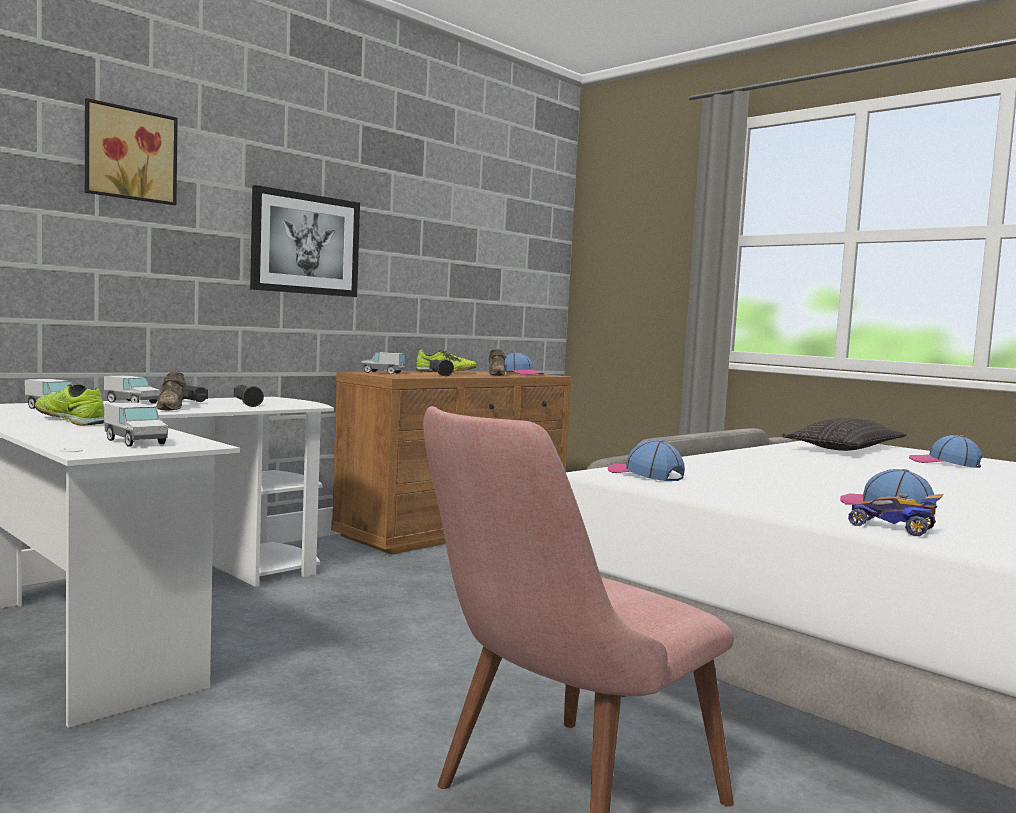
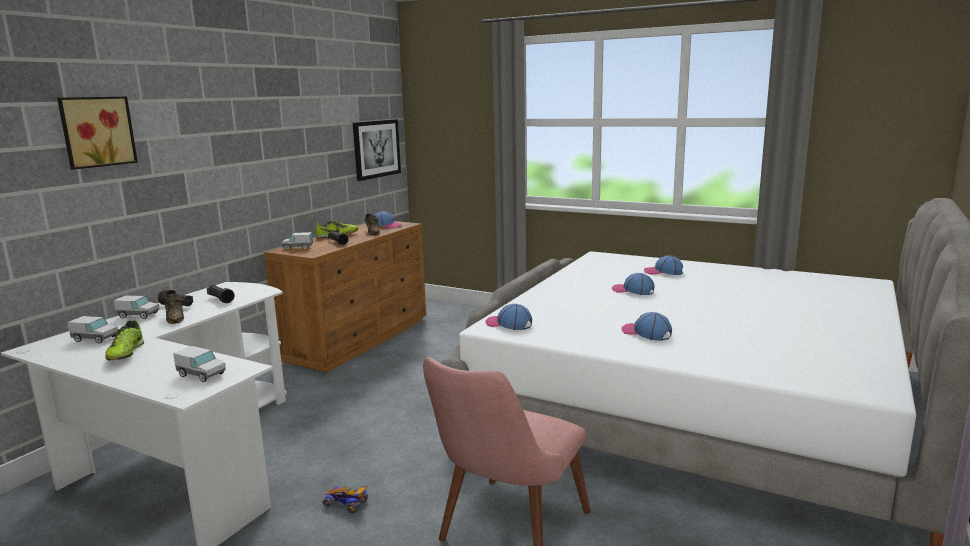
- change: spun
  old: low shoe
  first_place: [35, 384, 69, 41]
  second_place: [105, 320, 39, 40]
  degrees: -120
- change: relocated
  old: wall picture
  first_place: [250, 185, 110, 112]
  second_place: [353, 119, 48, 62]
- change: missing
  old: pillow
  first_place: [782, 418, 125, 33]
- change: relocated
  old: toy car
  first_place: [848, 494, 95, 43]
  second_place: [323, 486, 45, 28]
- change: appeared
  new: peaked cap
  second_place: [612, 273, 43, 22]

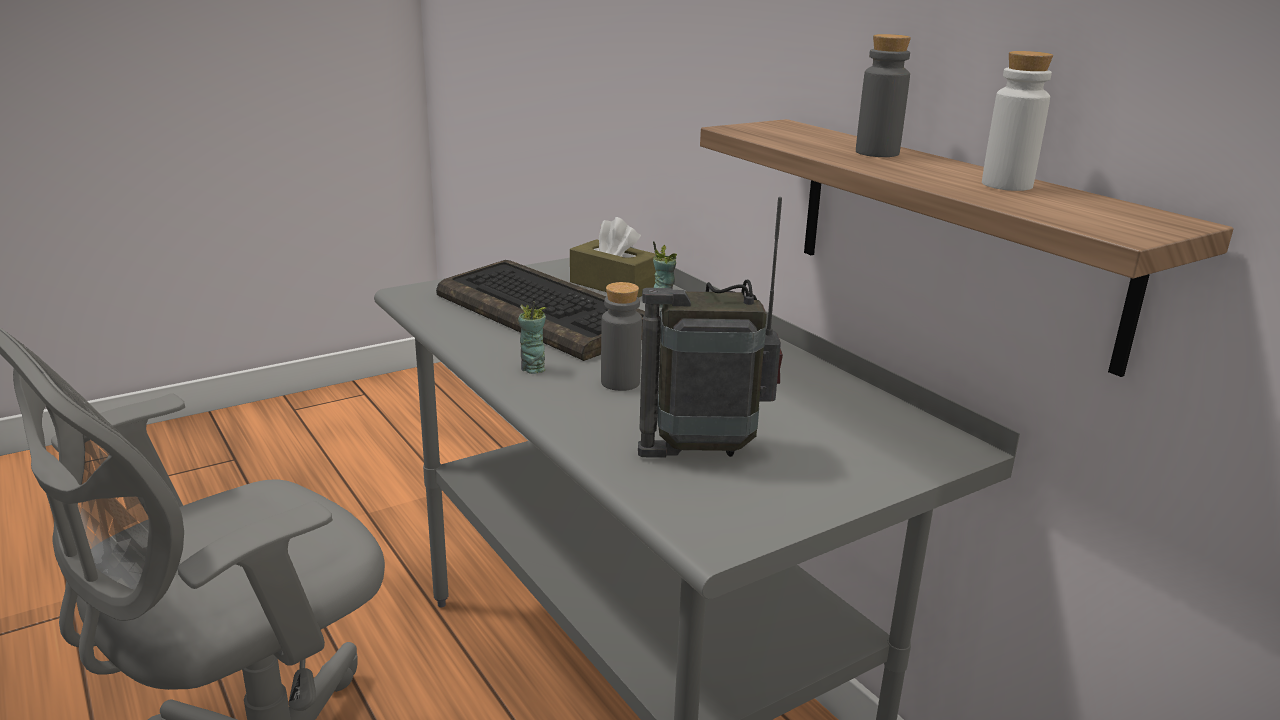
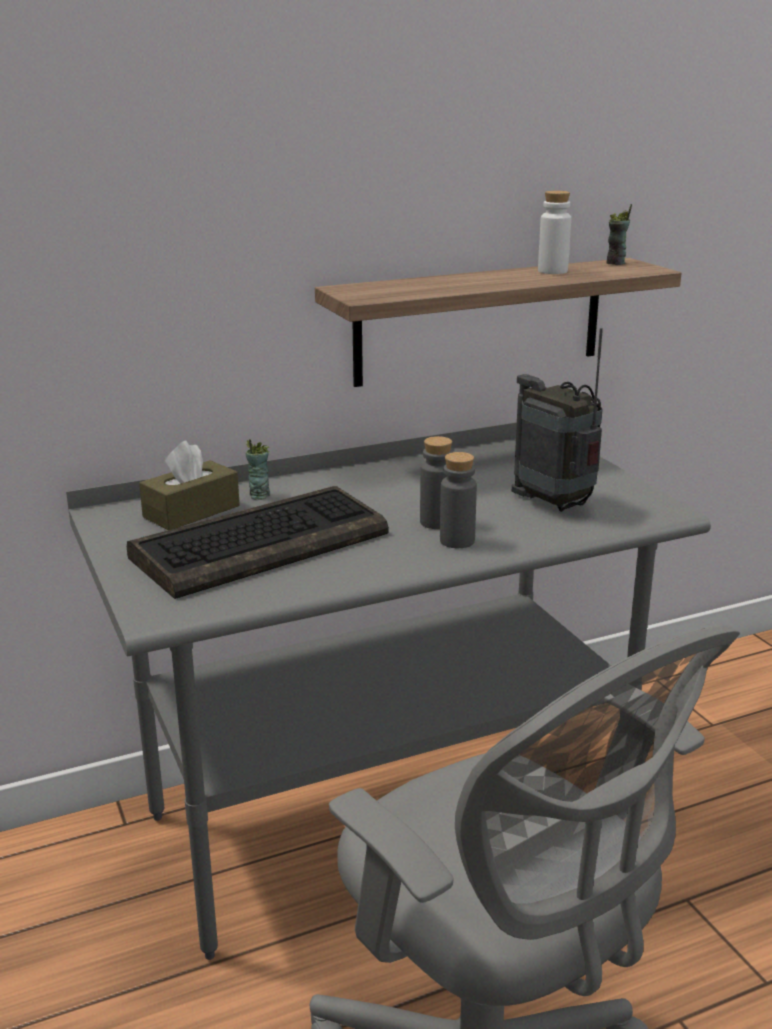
- change: relocated
  old: cup
  first_place: [518, 301, 29, 73]
  second_place: [606, 204, 26, 61]
- change: spun
  old: radio
  first_place: [638, 197, 145, 261]
  second_place: [512, 328, 91, 184]
  degrees: 135
- change: relocated
  old: gray bottle
  first_place: [856, 34, 55, 123]
  second_place: [440, 452, 37, 96]

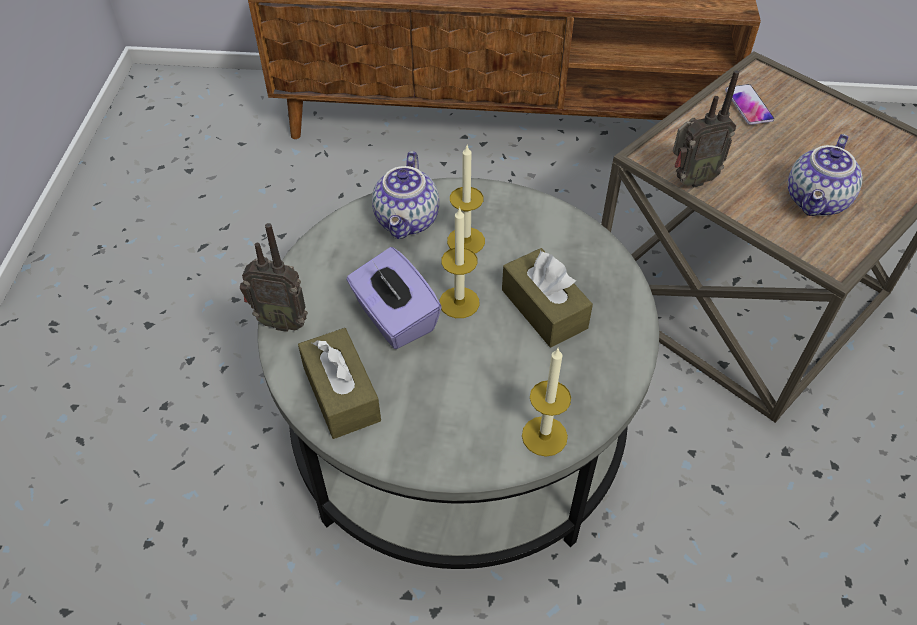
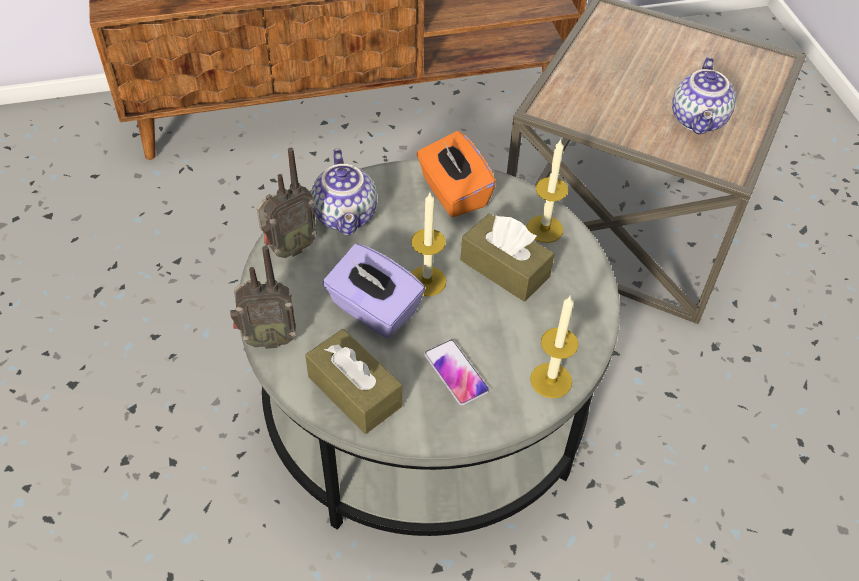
- change: relocated
  old: candle
  first_place: [447, 145, 38, 108]
  second_place: [527, 138, 41, 105]
- change: relocated
  old: radio
  first_place: [673, 70, 66, 118]
  second_place: [257, 148, 60, 110]
- change: relocated
  old: handset
  first_place: [725, 84, 49, 41]
  second_place: [424, 340, 65, 65]
- change: appeared
  new: orangey box of tissues
  second_place: [416, 131, 80, 86]

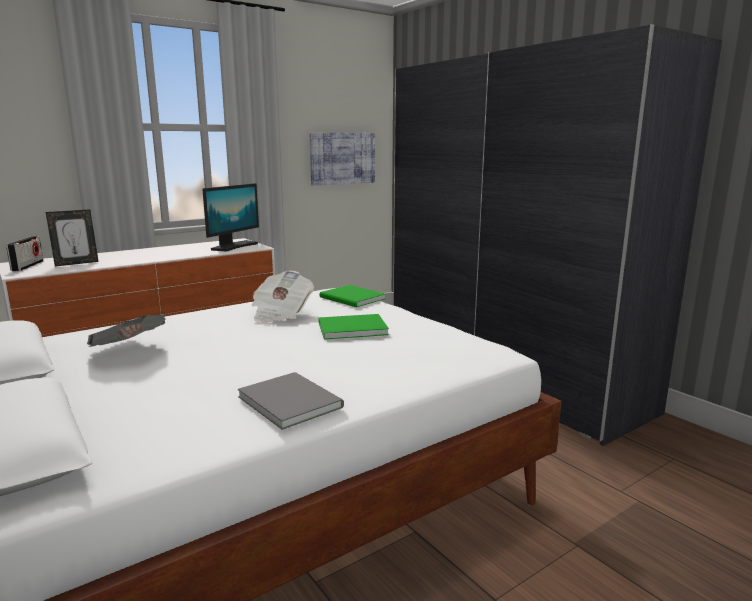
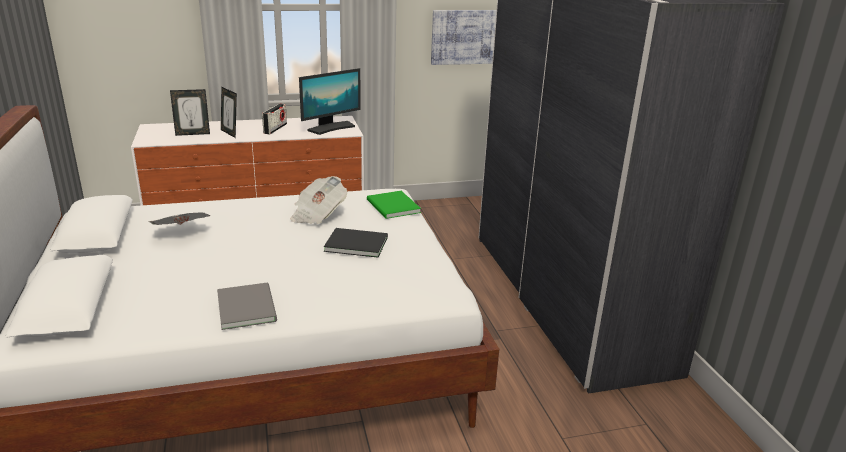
- change: relocated
  old: radio
  first_place: [6, 236, 37, 35]
  second_place: [262, 103, 25, 31]
- change: colour
  old: green-coloured bound book
  new: blackish bound book
  first_place: [318, 314, 71, 25]
  second_place: [324, 228, 64, 30]
- change: appeared
  new: standing frame
  second_place: [221, 87, 16, 51]

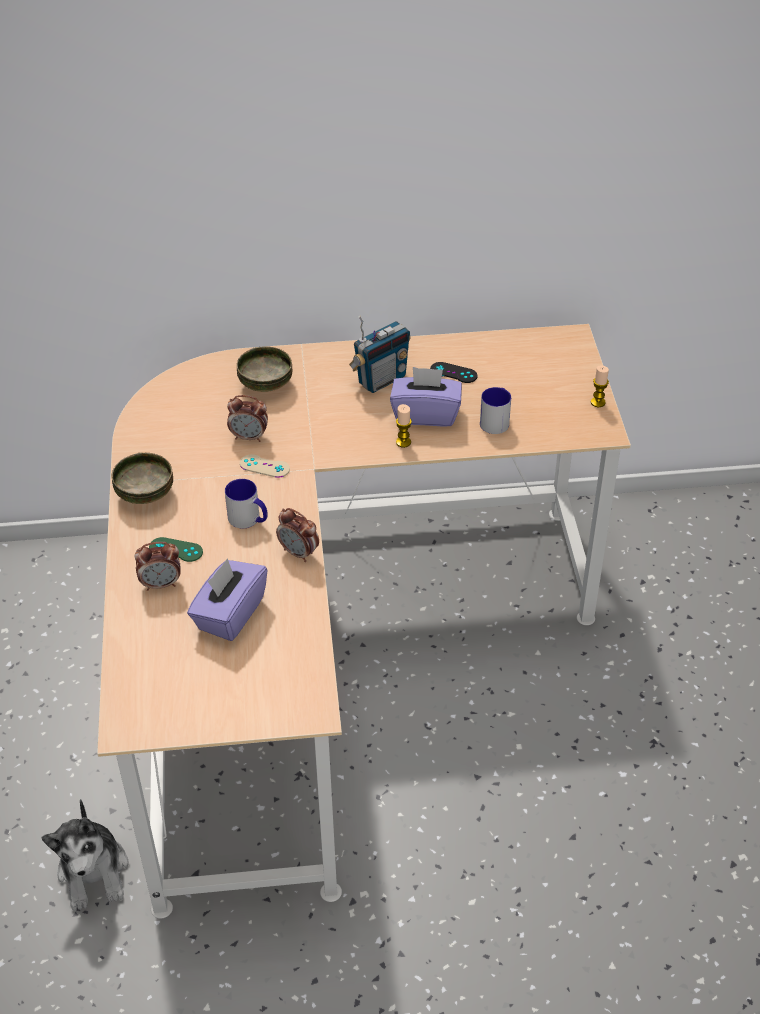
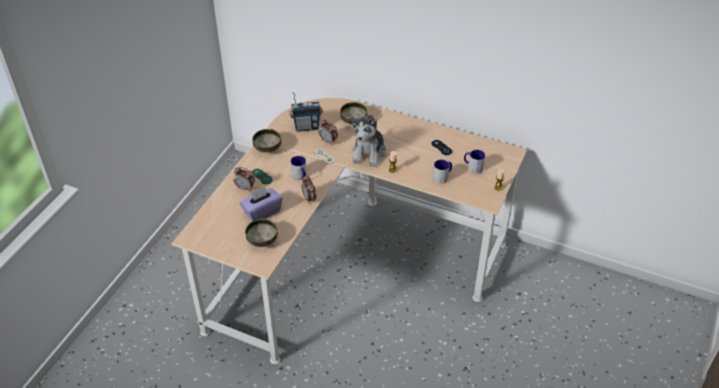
- change: relocated
  old: cuddly toy
  first_place: [42, 799, 87, 112]
  second_place: [350, 115, 36, 52]
- change: relocated
  old: radio
  first_place: [349, 316, 62, 77]
  second_place: [289, 92, 34, 40]
- change: missing
  old: purple-coloured box of tissues
  first_place: [390, 367, 72, 60]
- change: appeared
  new: serving bowl
  second_place: [245, 219, 33, 28]
- change: appeared
  new: tea mug
  second_place: [464, 150, 21, 23]

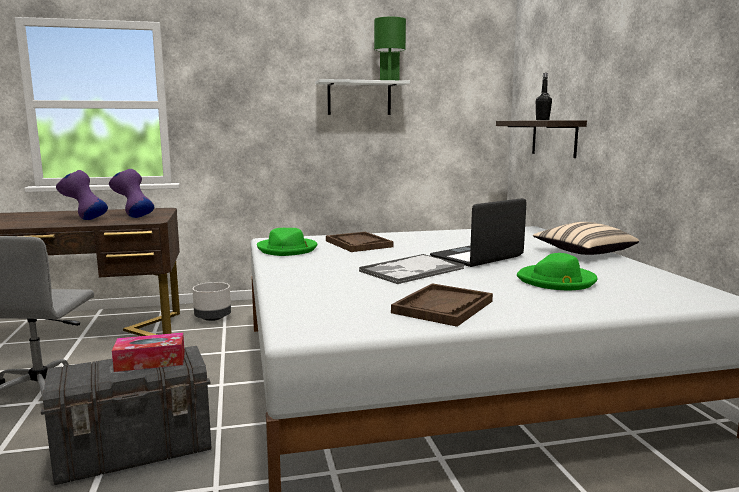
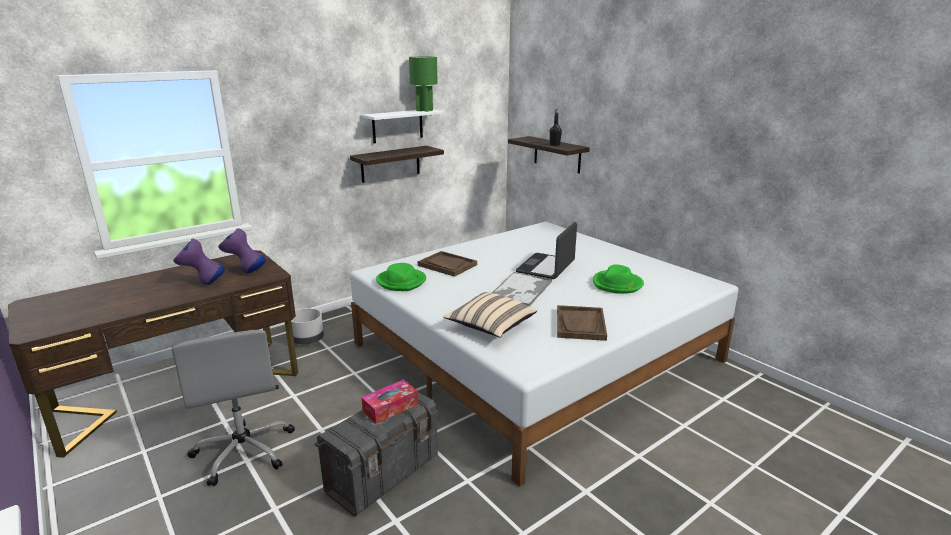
- change: relocated
  old: sand-coloured pillow
  first_place: [533, 222, 106, 33]
  second_place: [443, 292, 94, 46]
- change: appeared
  new: shelf
  second_place: [350, 146, 94, 37]

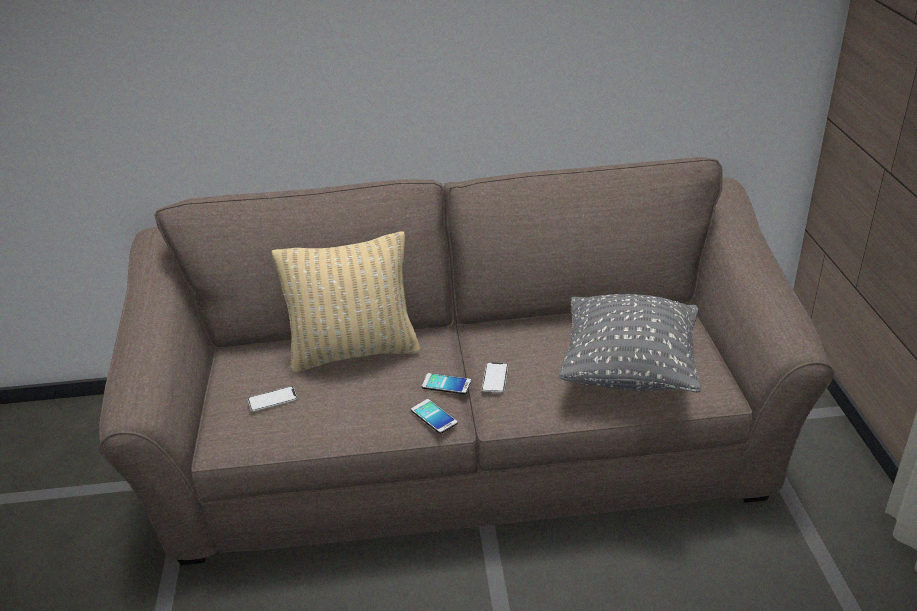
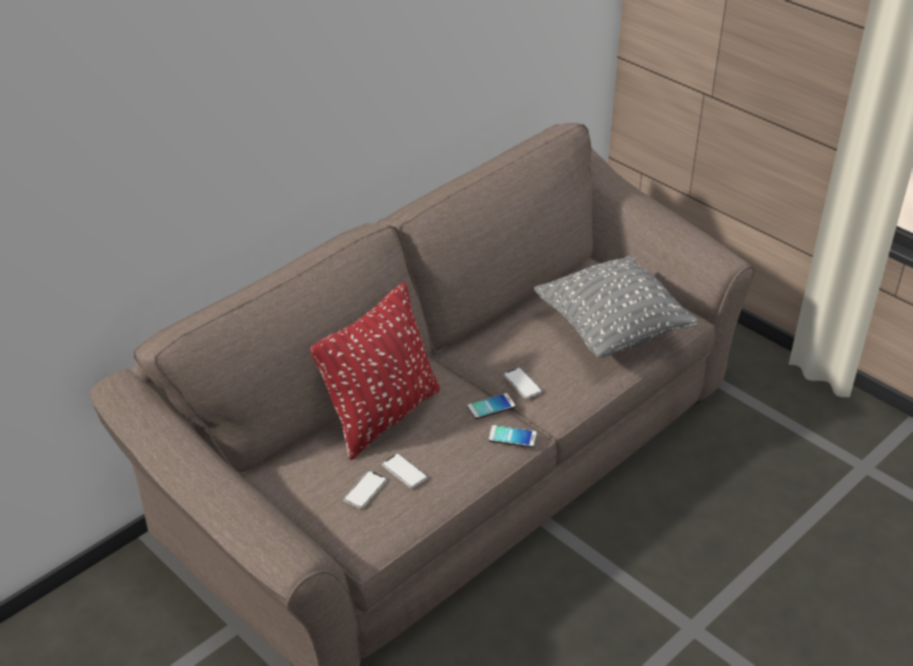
- change: colour
  old: sand-coloured pillow
  new: reddish pillow
  first_place: [272, 232, 149, 141]
  second_place: [310, 283, 130, 177]
- change: appeared
  new: handset
  second_place: [382, 453, 46, 35]

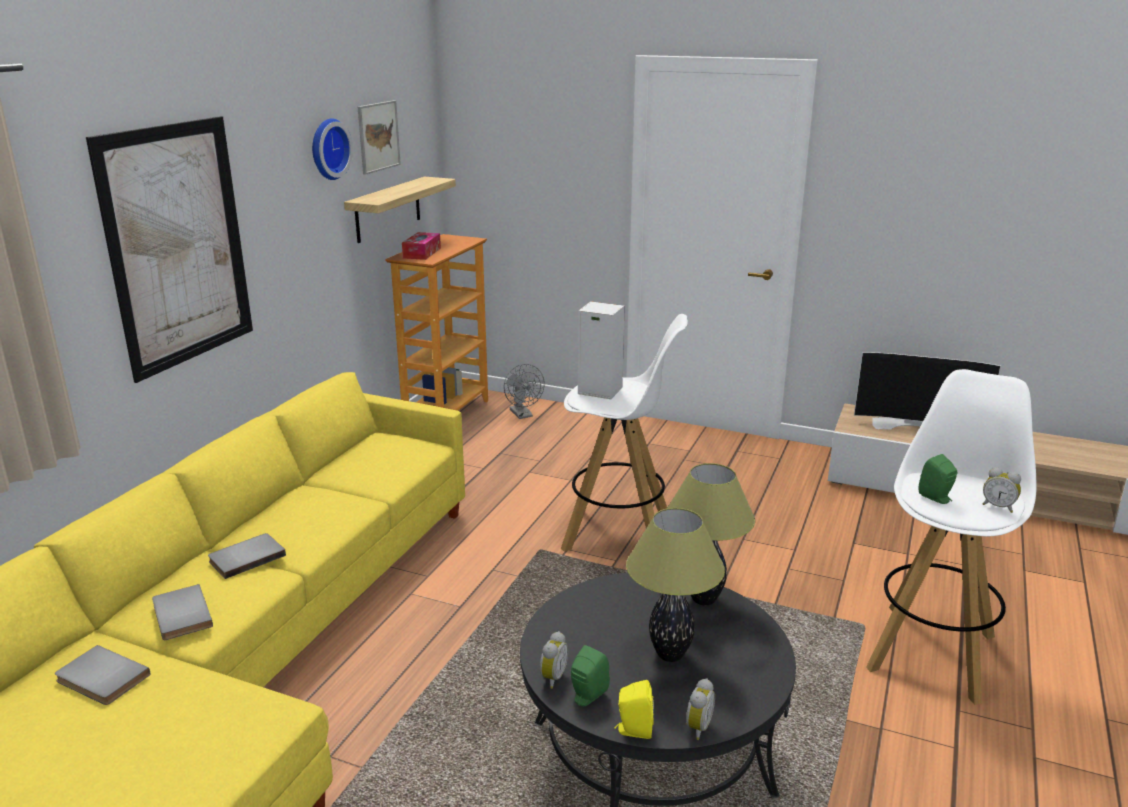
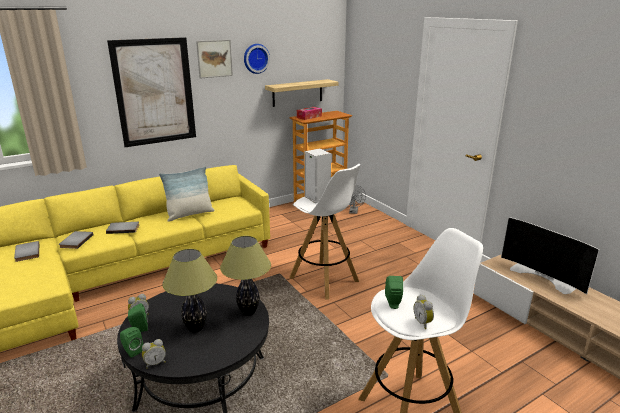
- change: relocated
  old: wall picture
  first_place: [358, 100, 43, 75]
  second_place: [196, 40, 37, 39]
- change: colour
  old: yellowish loudspeaker
  new: green-coloured loudspeaker
  first_place: [614, 680, 40, 59]
  second_place: [120, 327, 23, 31]
- change: appeared
  new: pillow
  second_place: [159, 166, 56, 56]

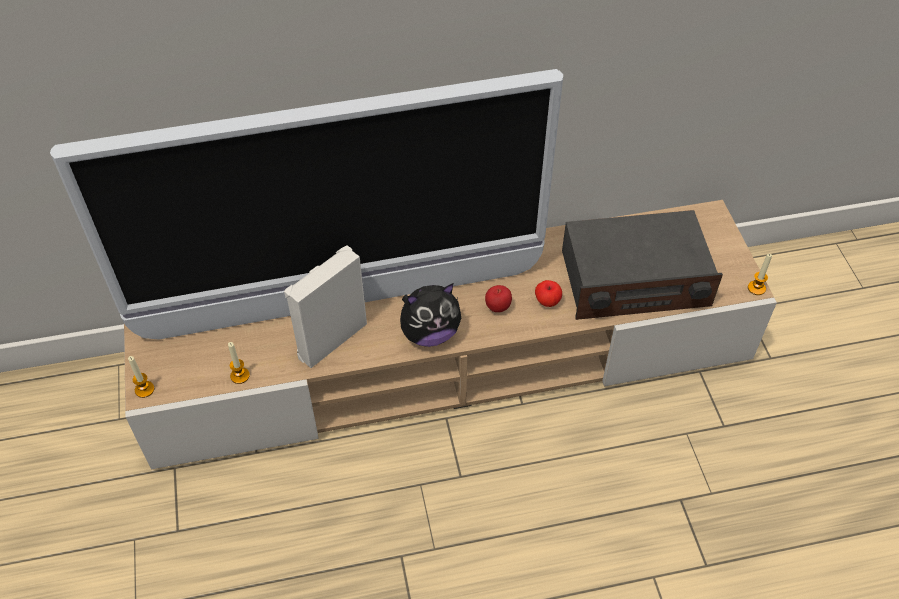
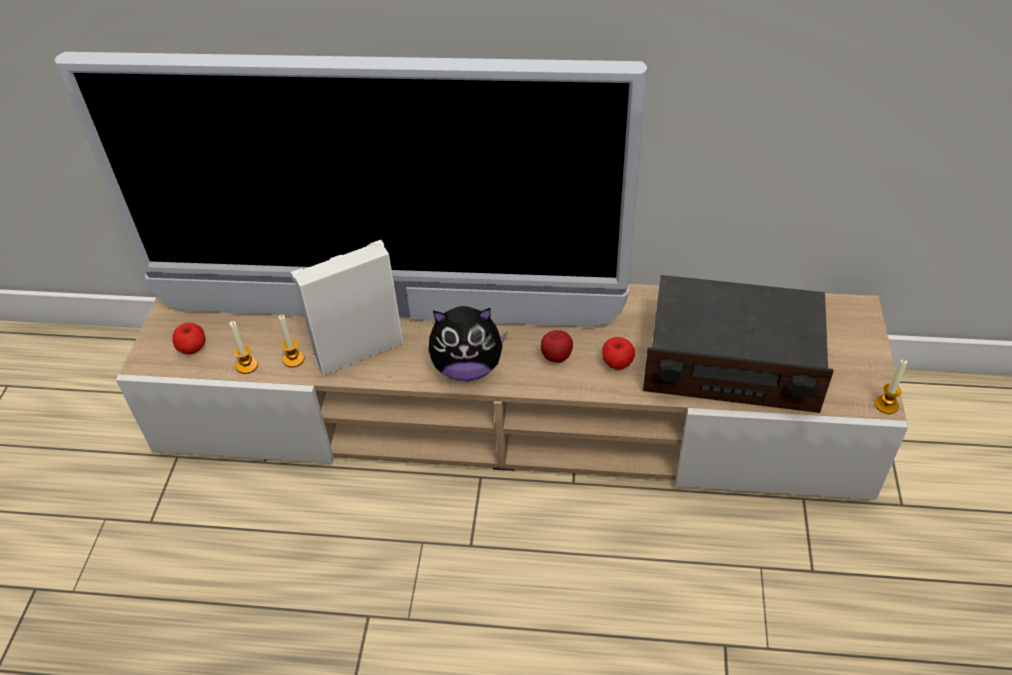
- change: relocated
  old: candle
  first_place: [128, 356, 26, 42]
  second_place: [278, 315, 27, 53]
- change: appeared
  new: apple
  second_place: [173, 323, 33, 31]

